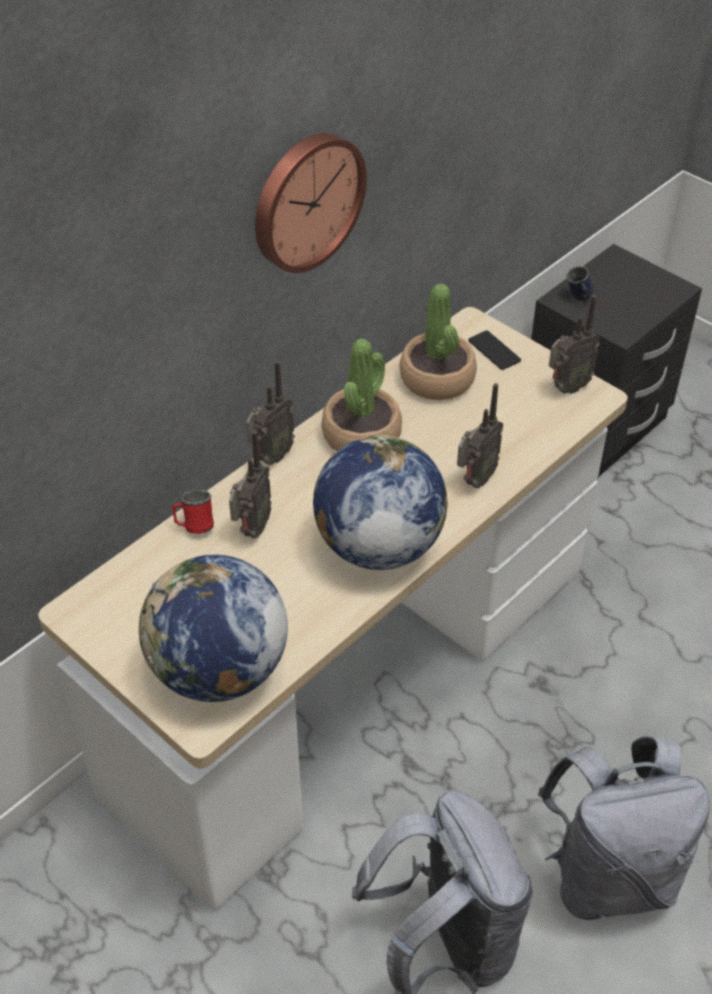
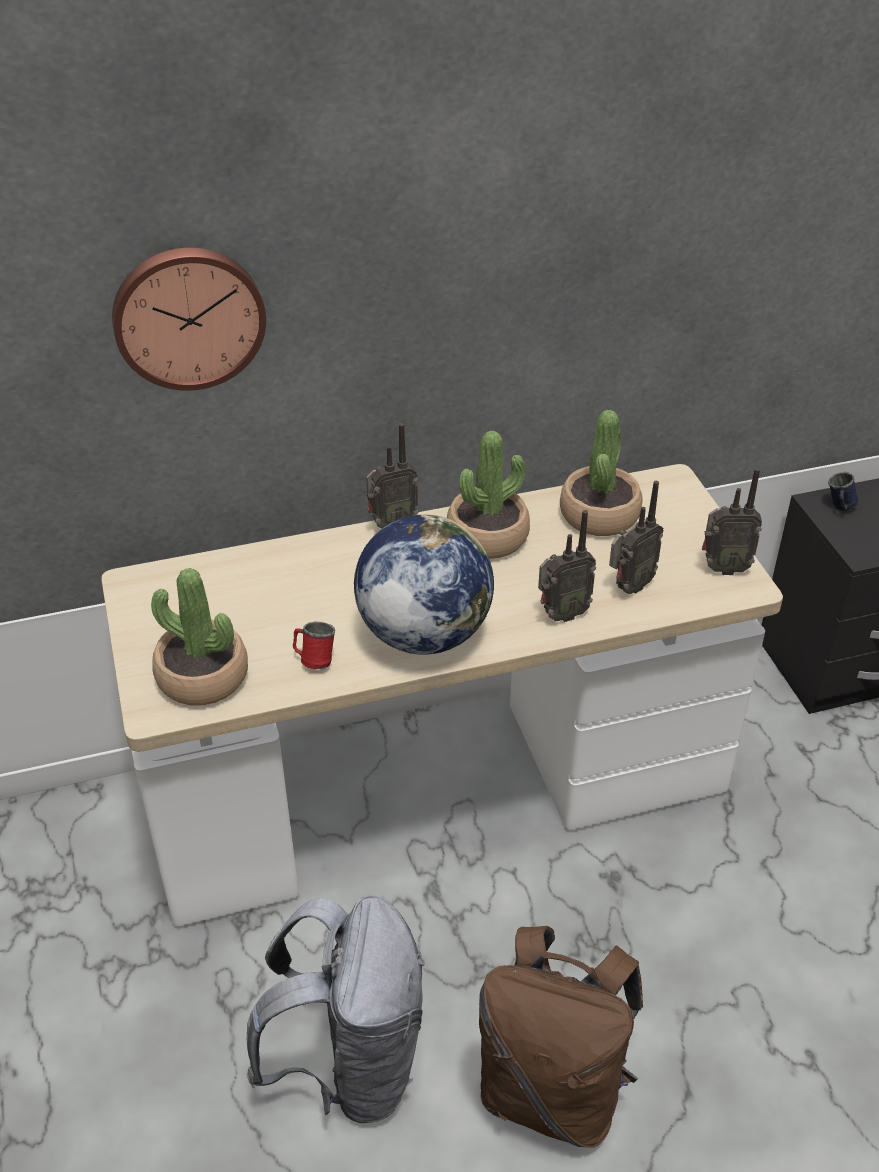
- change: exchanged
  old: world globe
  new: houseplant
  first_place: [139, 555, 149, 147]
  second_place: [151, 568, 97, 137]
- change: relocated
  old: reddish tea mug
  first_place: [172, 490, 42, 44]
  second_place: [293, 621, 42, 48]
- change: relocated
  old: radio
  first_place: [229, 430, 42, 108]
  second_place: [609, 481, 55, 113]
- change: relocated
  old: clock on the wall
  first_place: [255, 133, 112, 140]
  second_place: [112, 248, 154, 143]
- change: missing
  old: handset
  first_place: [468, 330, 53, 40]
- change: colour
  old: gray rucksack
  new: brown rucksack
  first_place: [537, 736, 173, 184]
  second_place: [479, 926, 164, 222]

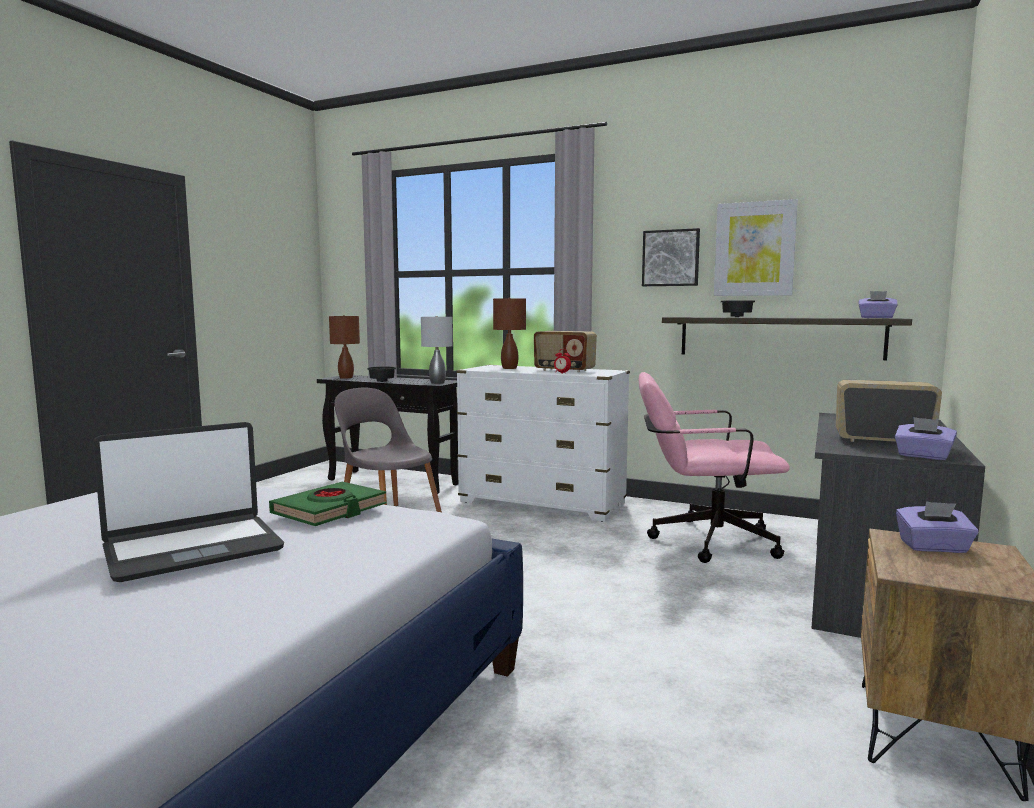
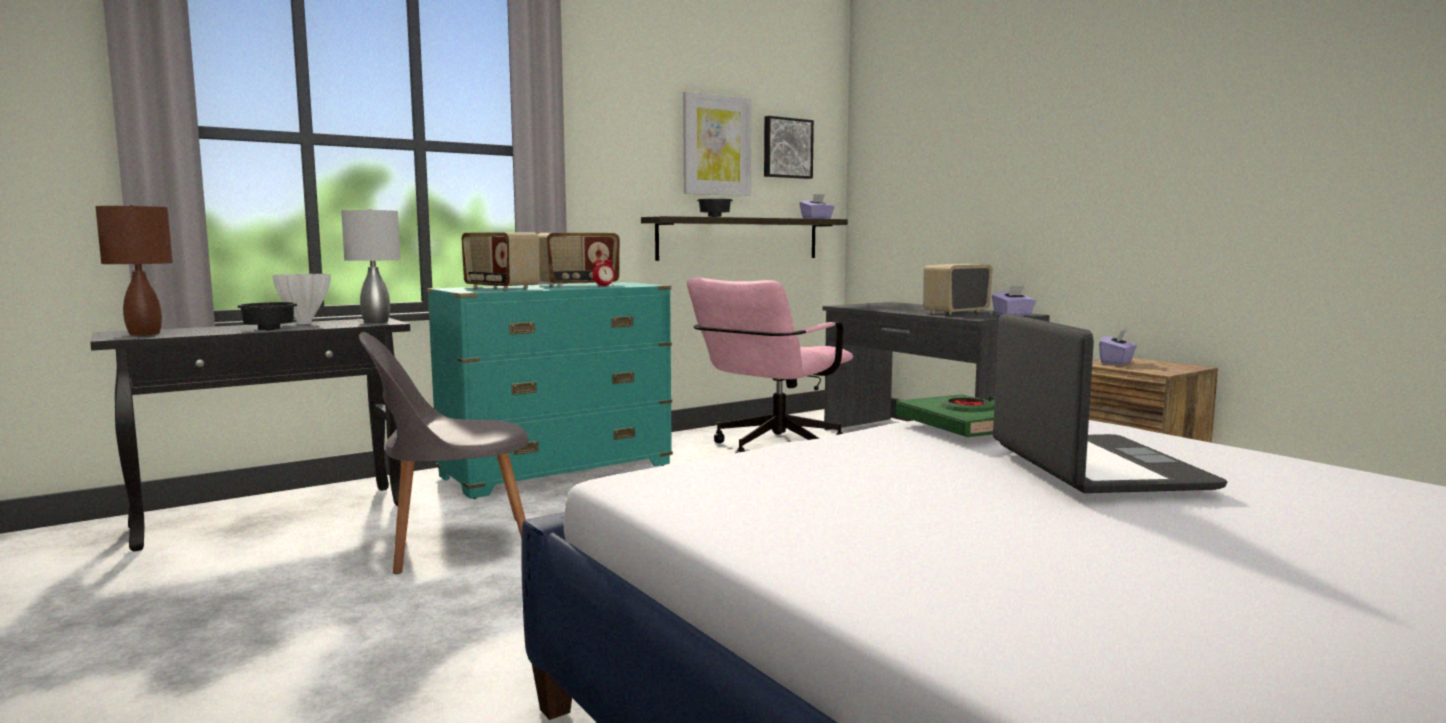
- change: colour
  old: whitish dresser
  new: turquoise-coloured dresser
  first_place: [456, 365, 174, 157]
  second_place: [427, 282, 246, 217]
- change: exchanged
  old: brown table lamp
  new: radio
  first_place: [493, 297, 33, 72]
  second_place: [462, 232, 78, 58]
- change: relocated
  old: wall picture
  first_place: [642, 228, 58, 58]
  second_place: [764, 116, 50, 63]
- change: appeared
  new: whitish decorative vase
  second_place: [272, 274, 59, 50]

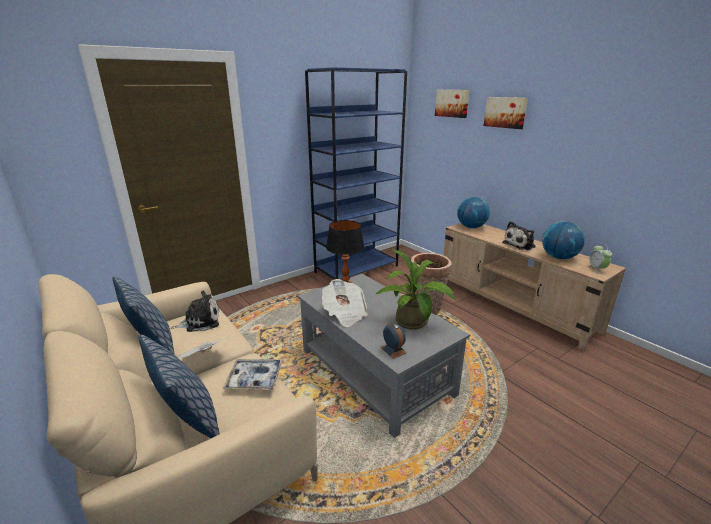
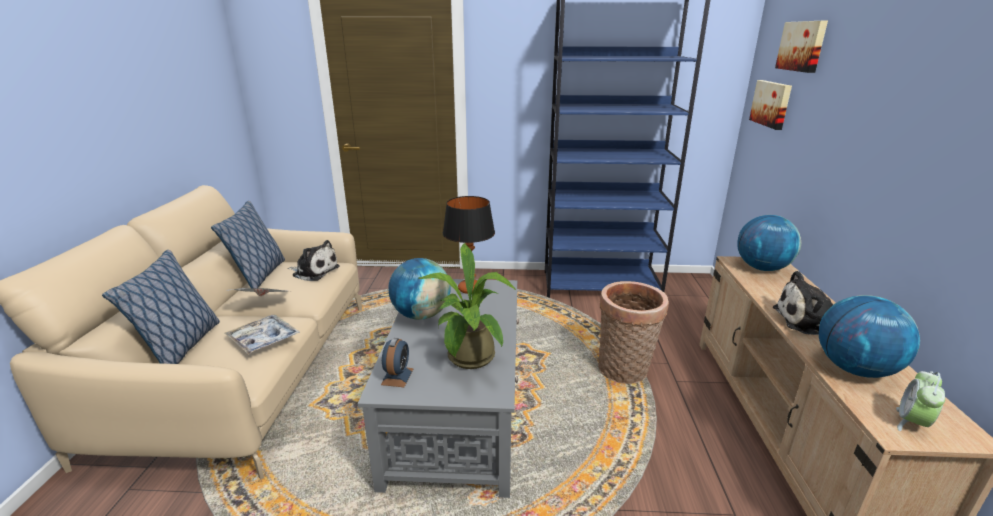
- change: exchanged
  old: daily paper
  new: world globe
  first_place: [322, 279, 46, 48]
  second_place: [388, 258, 63, 62]
- change: relocated
  old: wall picture
  first_place: [484, 97, 44, 32]
  second_place: [749, 80, 43, 50]

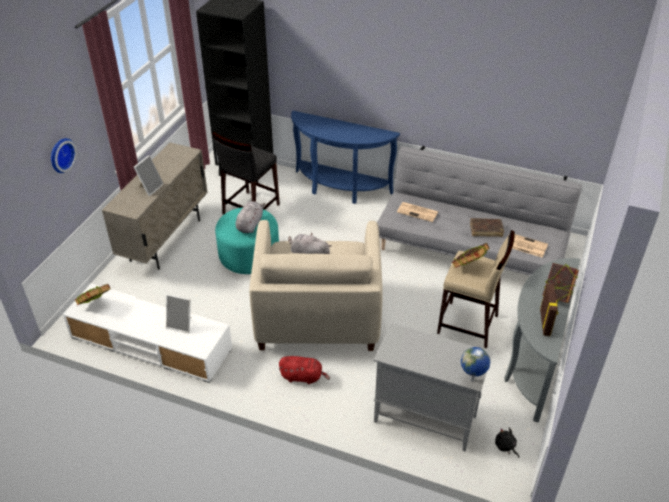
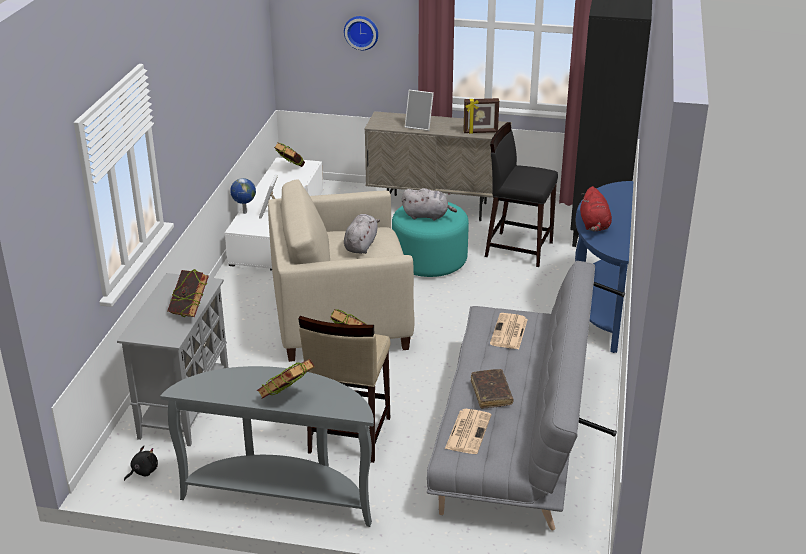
- change: relocated
  old: reddish cuddly toy
  first_place: [279, 356, 51, 28]
  second_place: [580, 186, 32, 45]
- change: relocated
  old: world globe
  first_place: [461, 347, 29, 34]
  second_place: [230, 178, 26, 36]
- change: relocated
  old: standing frame
  first_place: [540, 283, 18, 53]
  second_place: [463, 98, 36, 36]
- change: appeared
  new: bound book
  second_place: [167, 269, 42, 48]

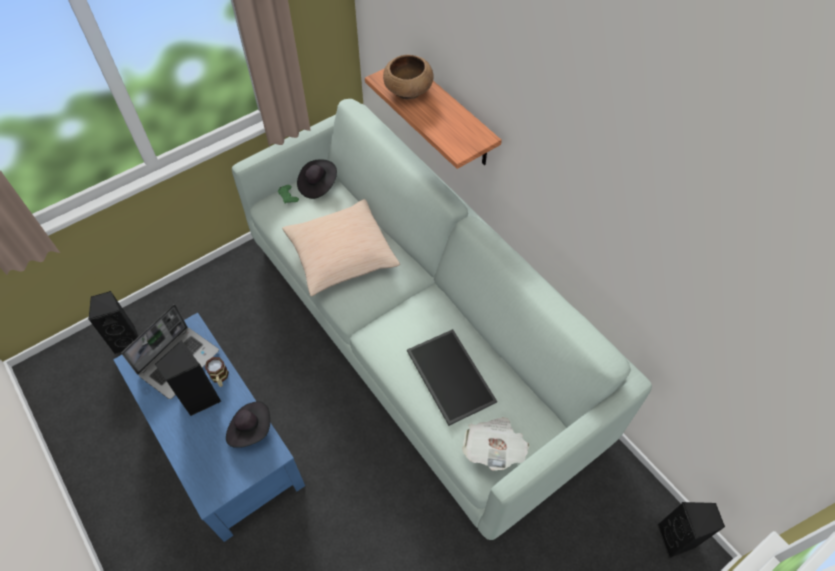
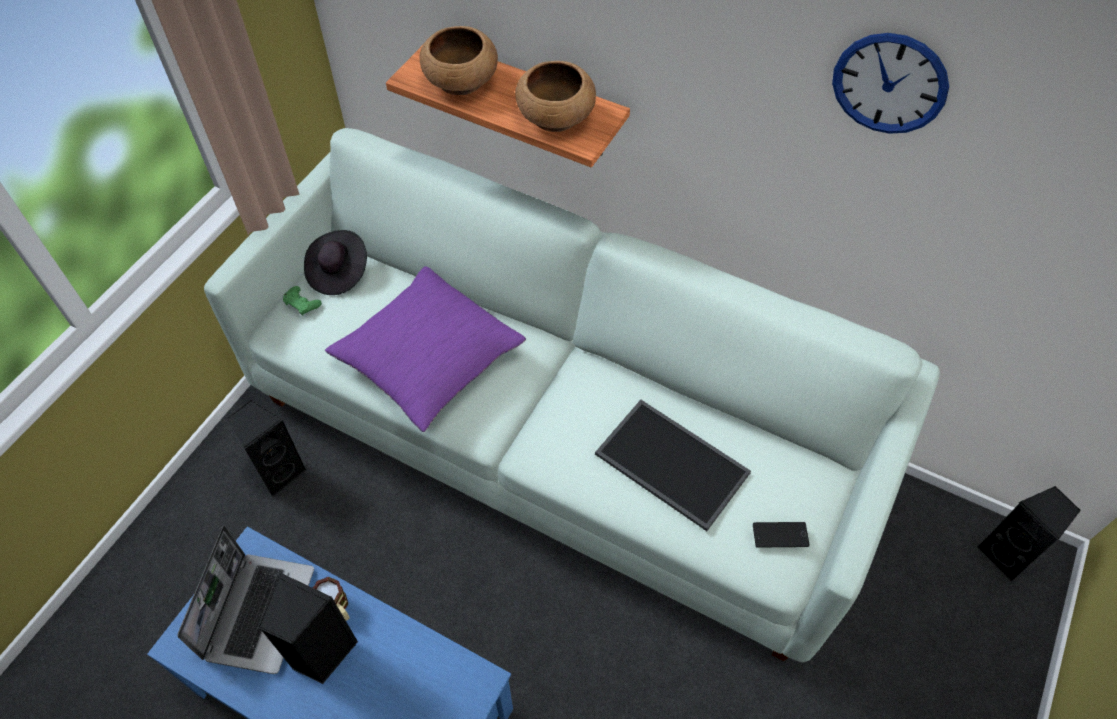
- change: relocated
  old: blackish loudspeaker
  first_place: [88, 291, 51, 63]
  second_place: [227, 400, 80, 97]
- change: missing
  old: blackish clothing hat
  first_place: [226, 401, 44, 47]
- change: colour
  old: sand-coloured pillow
  new: purple-coloured pillow
  first_place: [282, 199, 118, 98]
  second_place: [325, 266, 201, 166]
- change: exchanged
  old: daily paper
  new: handset
  first_place: [462, 417, 68, 54]
  second_place: [753, 522, 56, 26]
- change: appeared
  new: brown serving bowl
  second_place: [515, 61, 81, 71]
- change: appeared
  new: clock on the wall
  second_place: [832, 33, 117, 101]

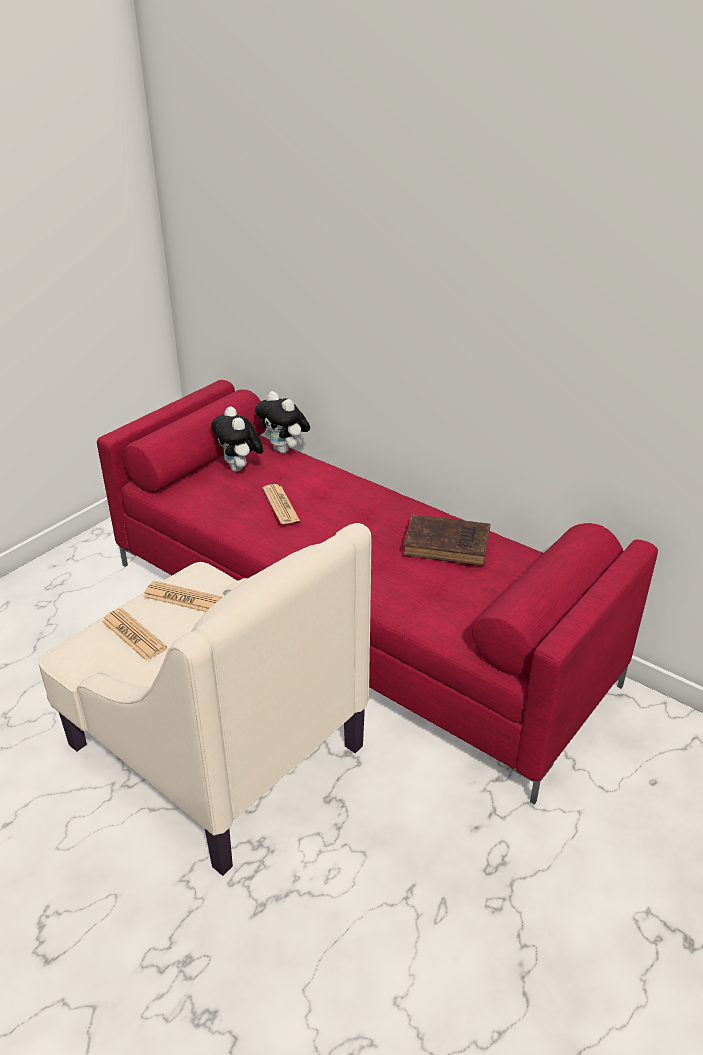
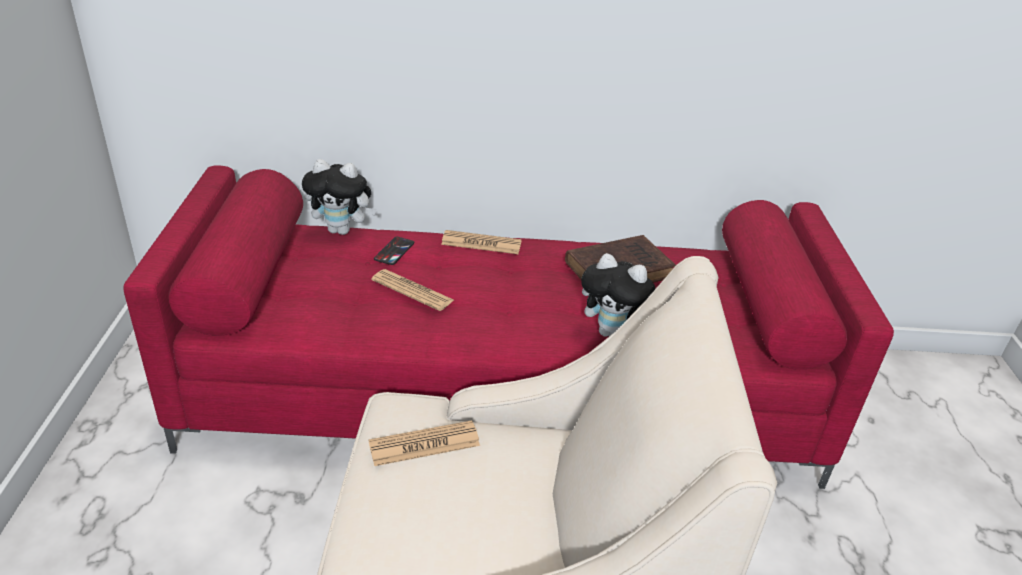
- change: relocated
  old: daily paper
  first_place: [102, 608, 65, 53]
  second_place: [441, 230, 81, 24]
- change: relocated
  old: cuddly toy
  first_place: [211, 407, 52, 65]
  second_place: [582, 253, 74, 84]
- change: appeared
  new: handset
  second_place: [374, 237, 40, 28]

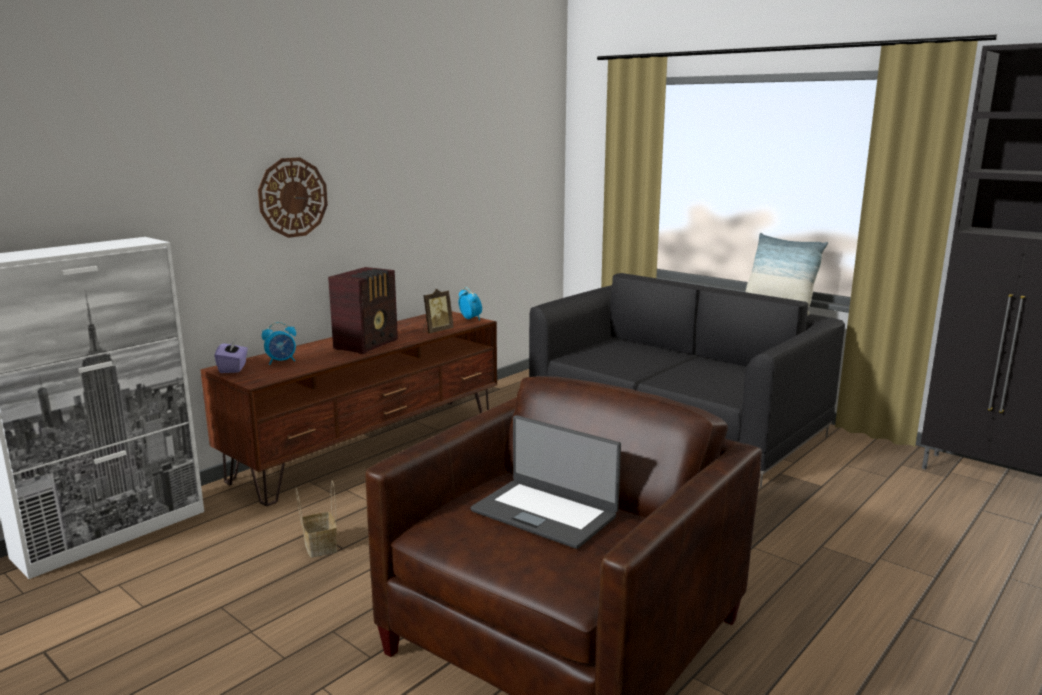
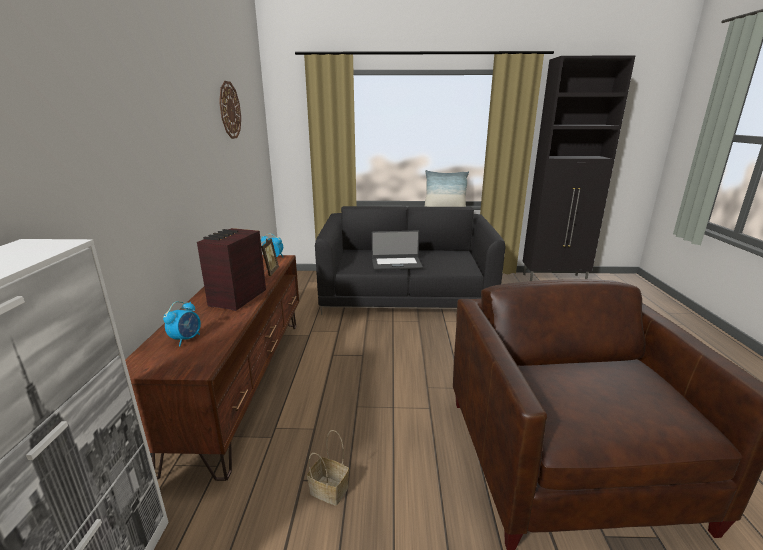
- change: missing
  old: purple-coloured box of tissues
  first_place: [214, 337, 34, 36]
- change: relocated
  old: clock on the wall
  first_place: [258, 157, 70, 81]
  second_place: [219, 81, 22, 58]
- change: spun
  old: radio
  first_place: [328, 267, 70, 87]
  second_place: [197, 228, 69, 83]
  degrees: -150
- change: relocated
  old: laptop
  first_place: [471, 415, 150, 134]
  second_place: [372, 231, 51, 39]

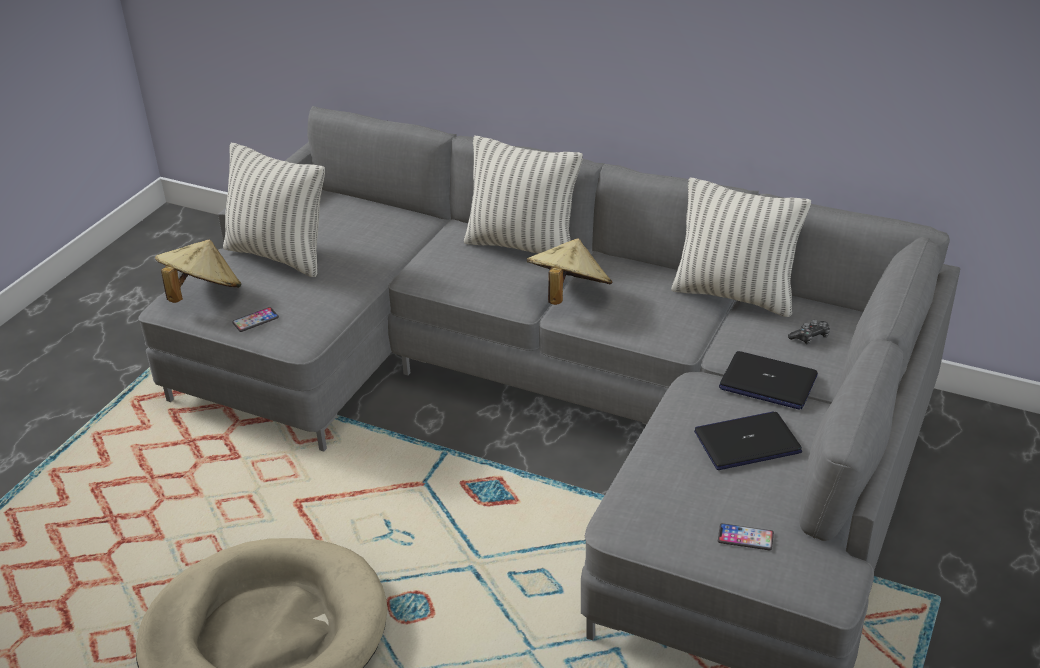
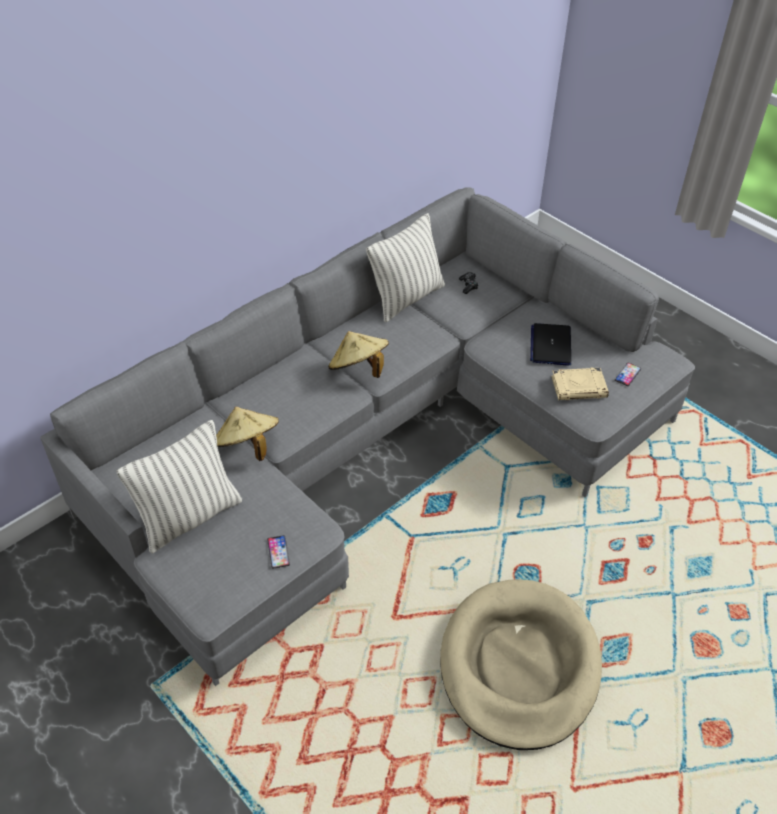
- change: relocated
  old: sand-coloured clothing hat
  first_place: [155, 239, 86, 64]
  second_place: [216, 407, 63, 54]
- change: missing
  old: pillow
  first_place: [464, 136, 119, 118]
- change: missing
  old: laptop
  first_place: [719, 351, 99, 59]
- change: appeared
  new: sand-coloured bound book
  second_place: [551, 367, 58, 33]

